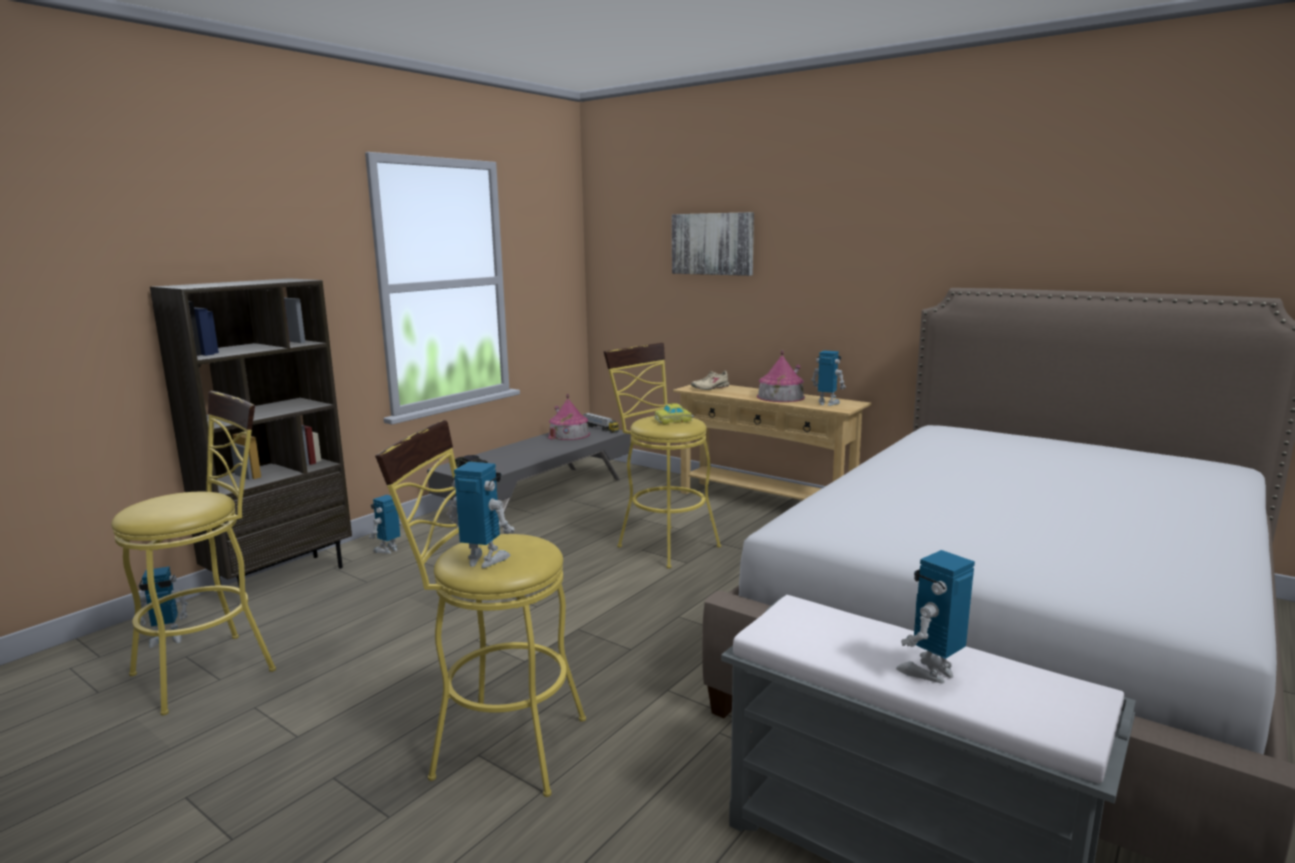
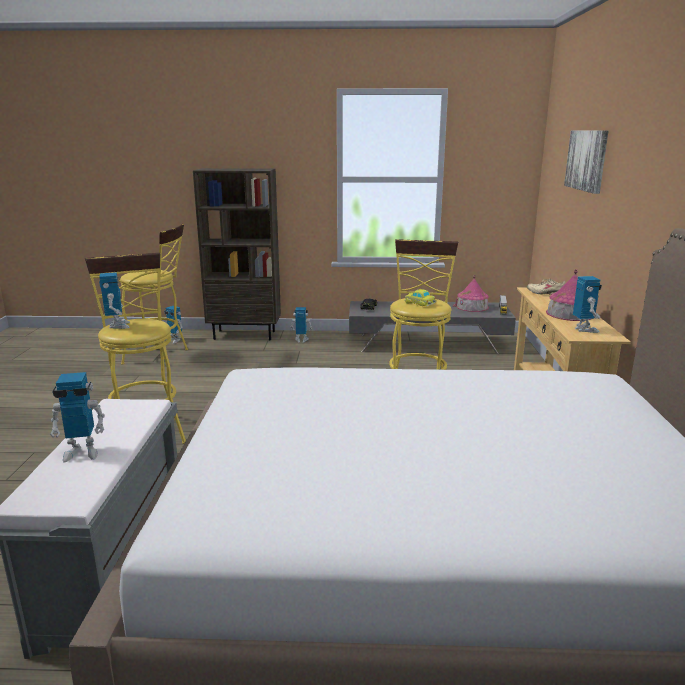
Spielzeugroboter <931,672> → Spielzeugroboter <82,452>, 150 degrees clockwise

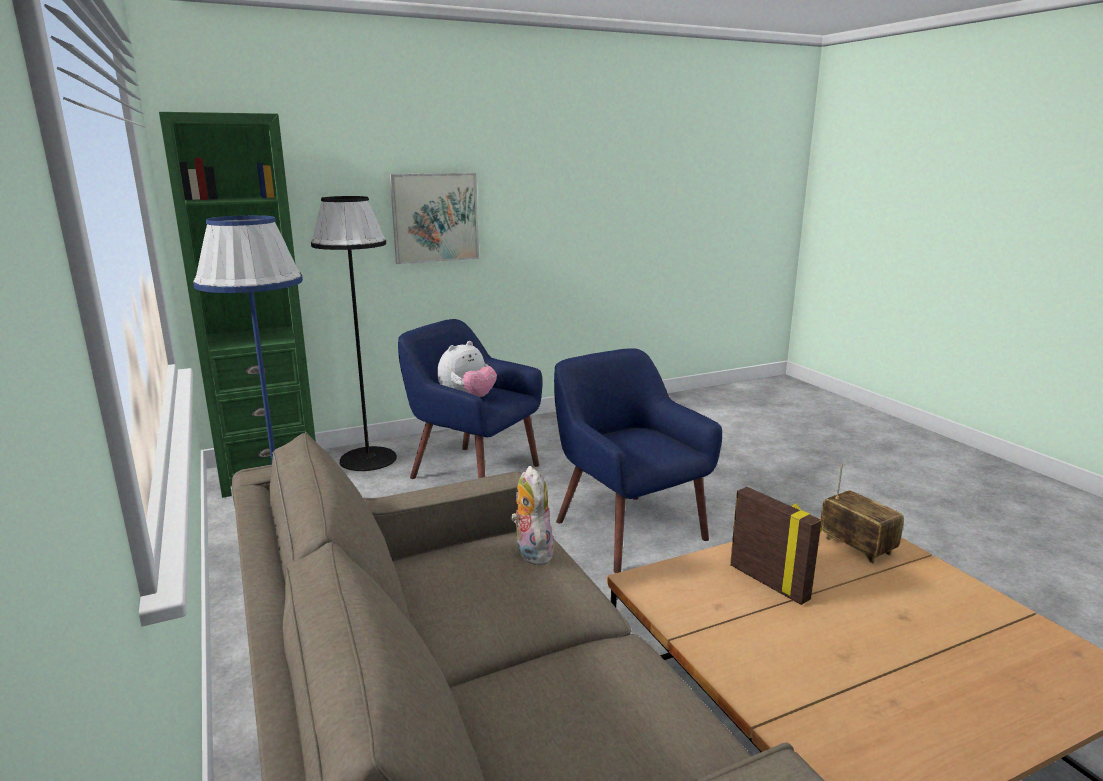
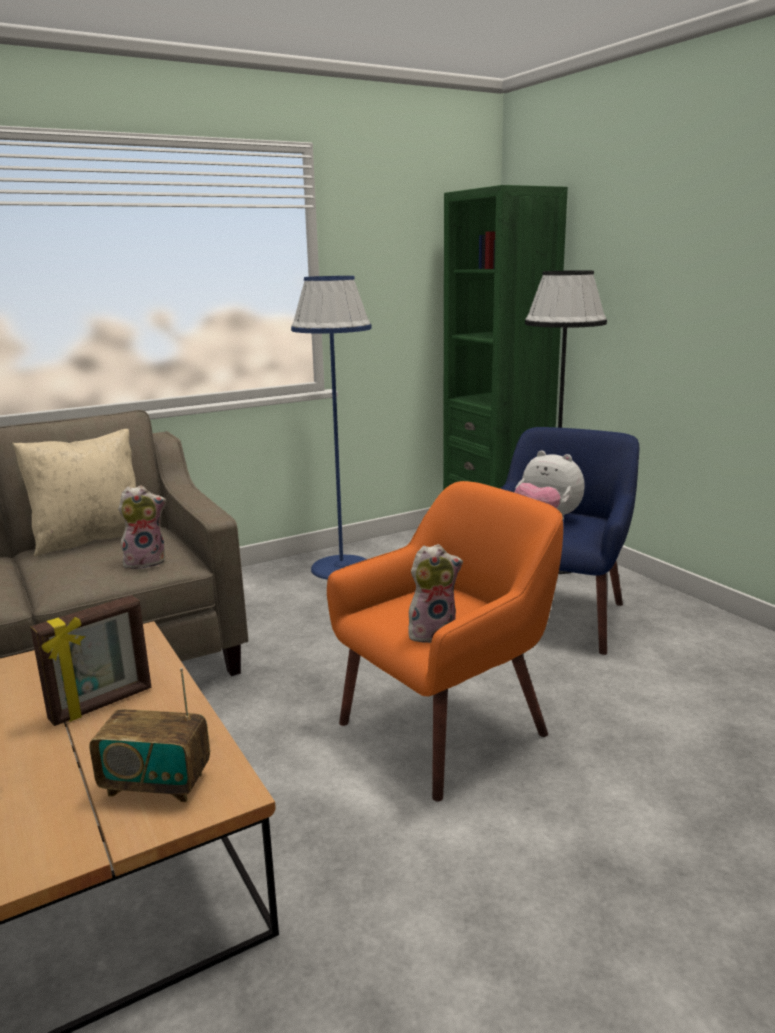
- → Kissen (beige) <91,539>
Radio <856,547> → Radio <156,784>, 45 degrees clockwise
Sessel (blau) <627,529> → Sessel (orange) <446,728>
- → Plüschtier <432,632>
Bild <435,217> → -

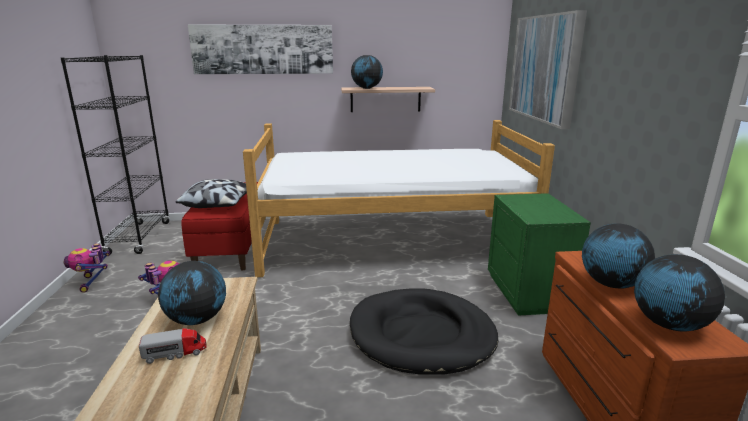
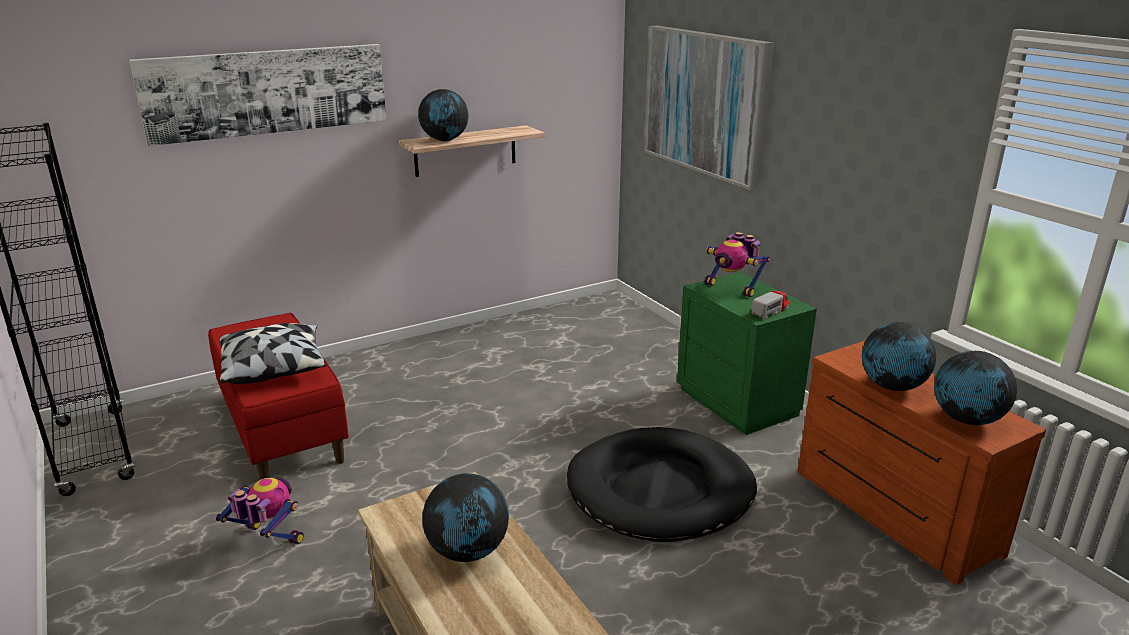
Spielzeugroboter <93,283> → Spielzeugroboter <732,288>, shifted
Spielzeuglaster <175,353> → Spielzeuglaster <770,311>, shifted
Bett <391,241> → -

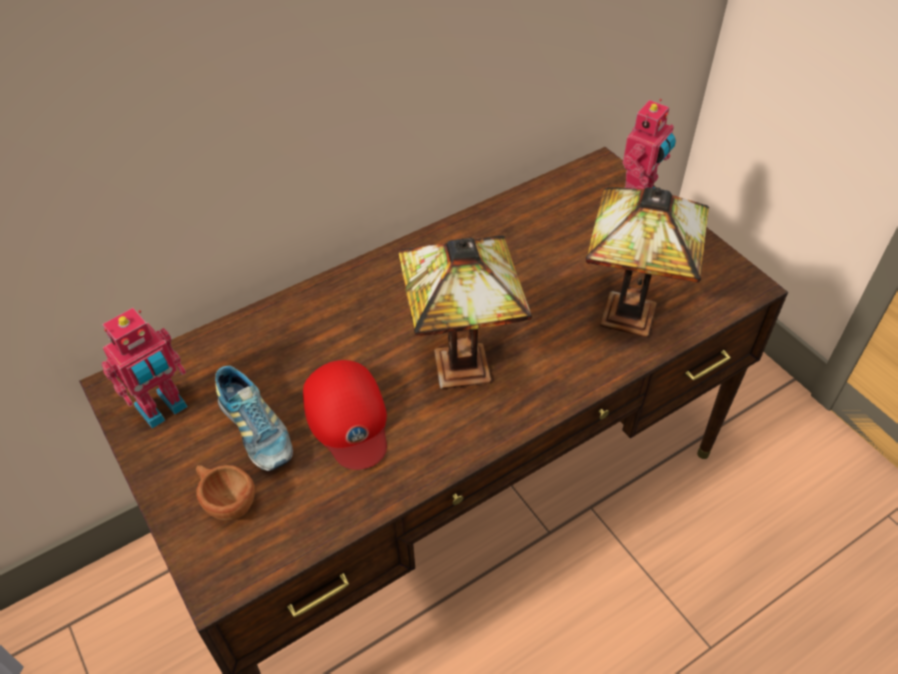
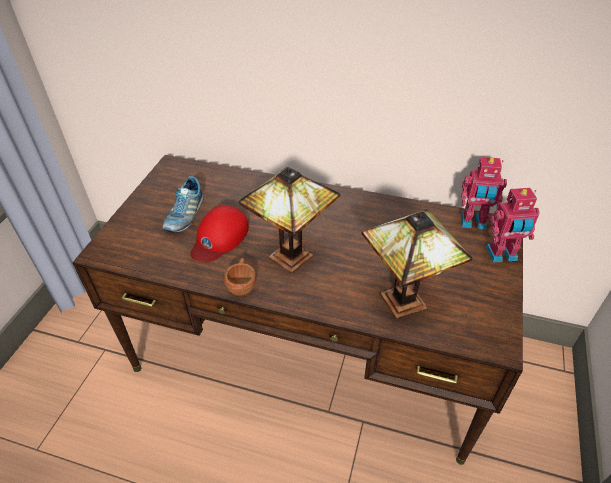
Tasse (braun) <226,501> → Tasse (braun) <242,285>, shifted
Spielzeugroboter <163,409> → Spielzeugroboter <473,222>, shifted

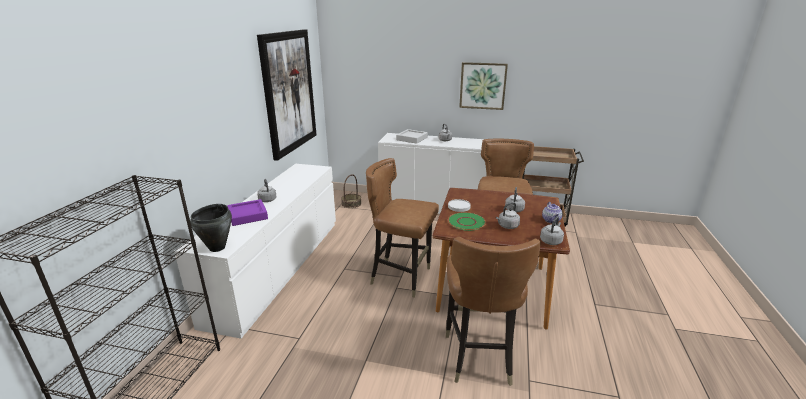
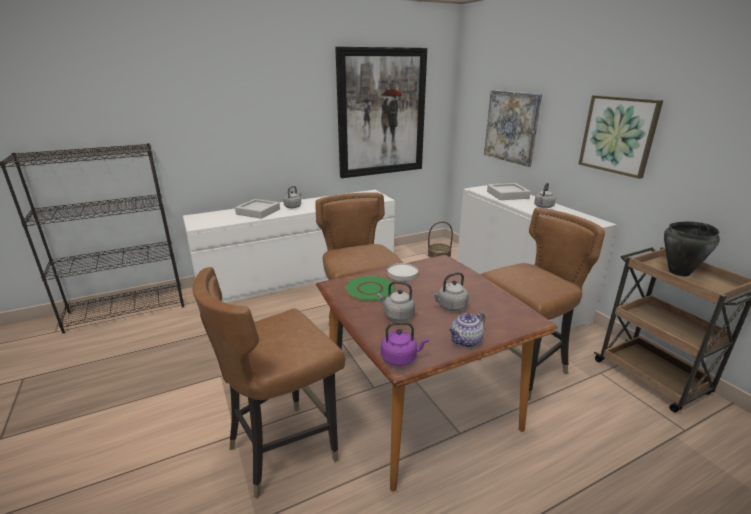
Tablett (lila) <248,215> → Tablett (grau) <258,212>
Wasserkessel (grau) <551,241> → Wasserkessel (lila) <401,358>
- → Bild <511,127>
Kochtopf (schwarz) <217,248> → Kochtopf (schwarz) <679,272>, shifted

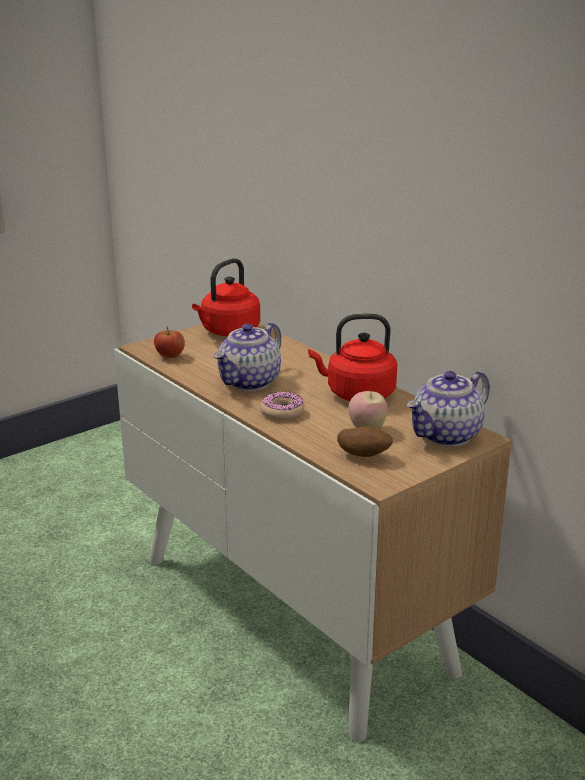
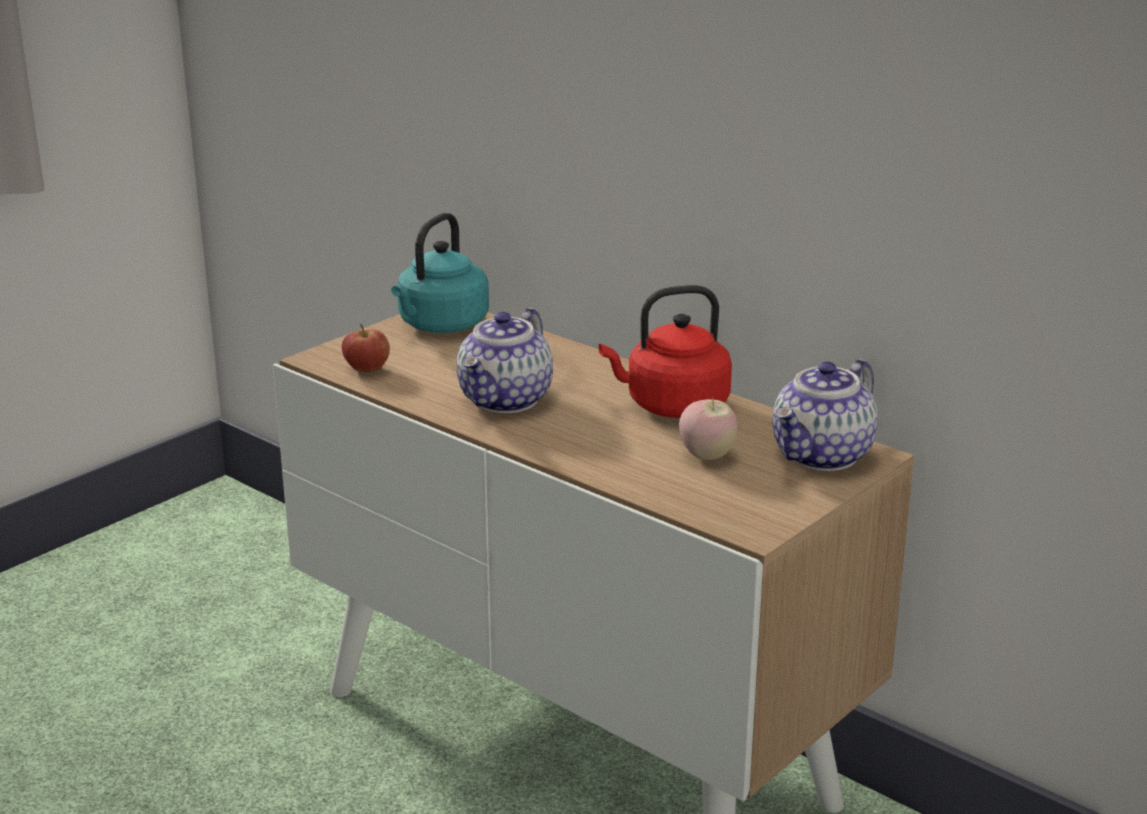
Wasserkessel (rot) <228,332> → Wasserkessel (türkis) <440,326>
Donut <282,412> → -
Kartoffel <364,456> → -

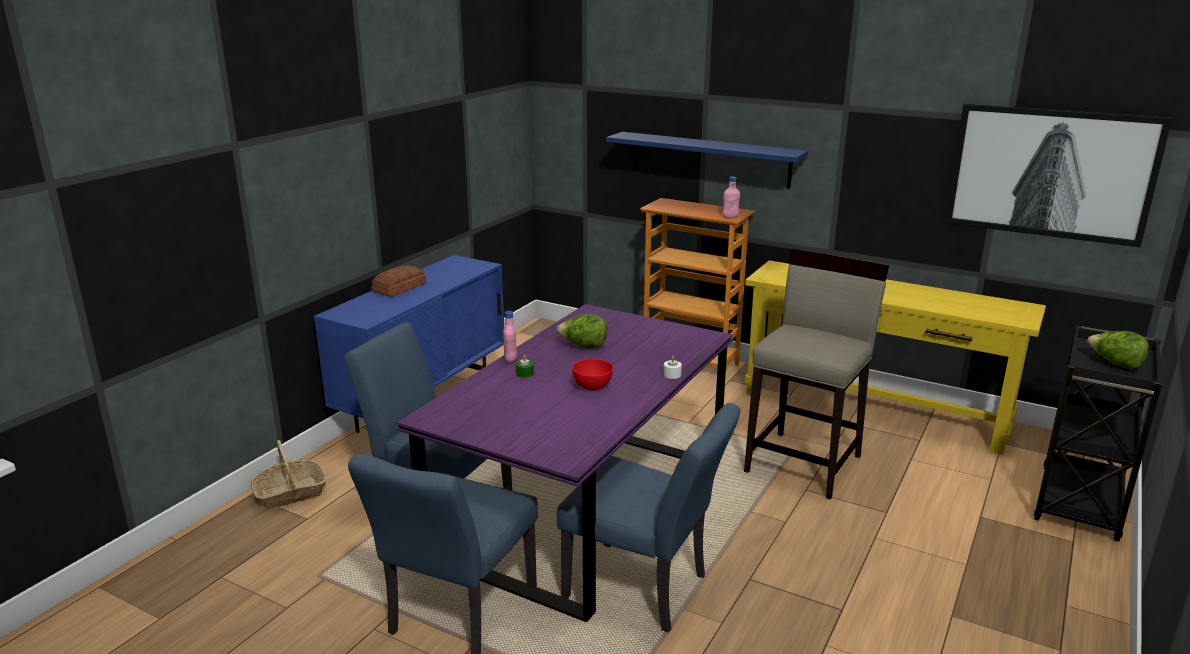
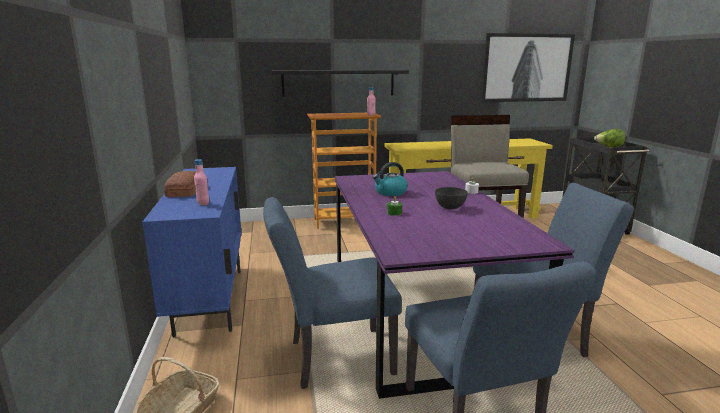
Flasche (rosa) <510,360> → Flasche (rosa) <203,203>, shifted
Wandregal (blau) <709,159> → Wandregal (schwarz) <338,83>
Salatkopf <583,346> → Wasserkessel <390,192>
Schüssel (rot) <592,387> → Schüssel (grau) <450,207>

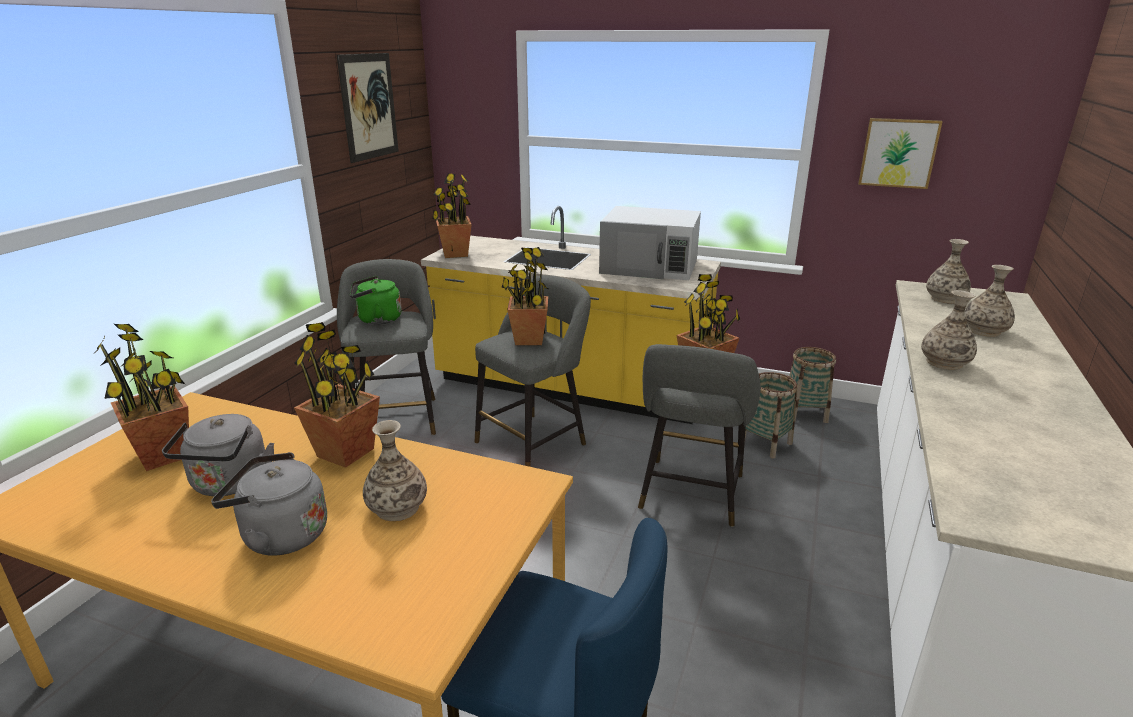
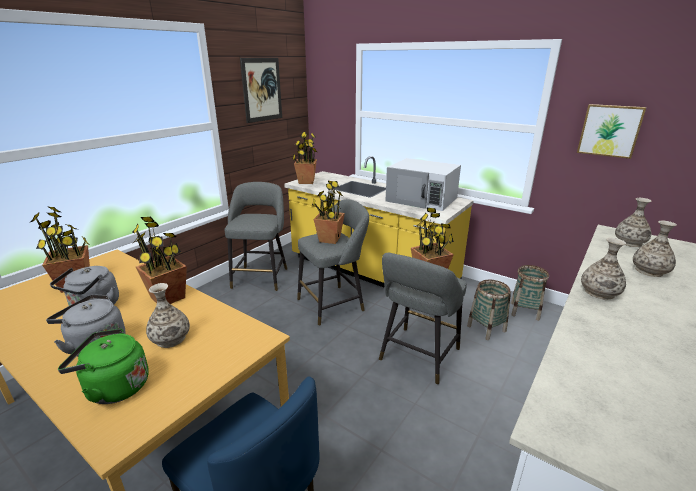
Wasserkessel (grün) <377,319> → Wasserkessel (grün) <114,388>, shifted

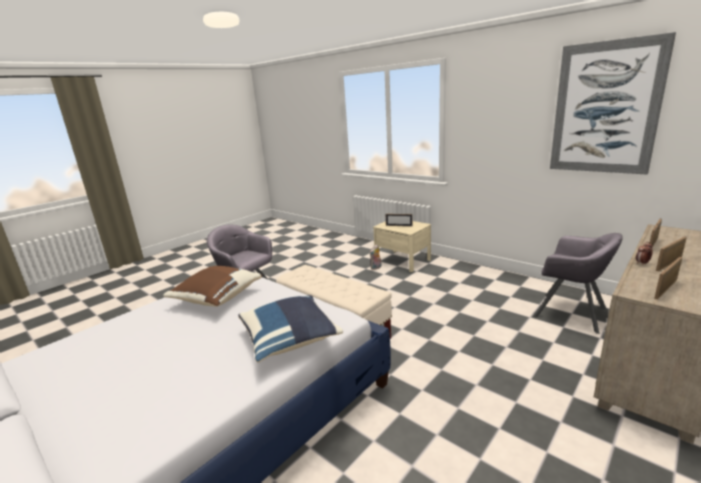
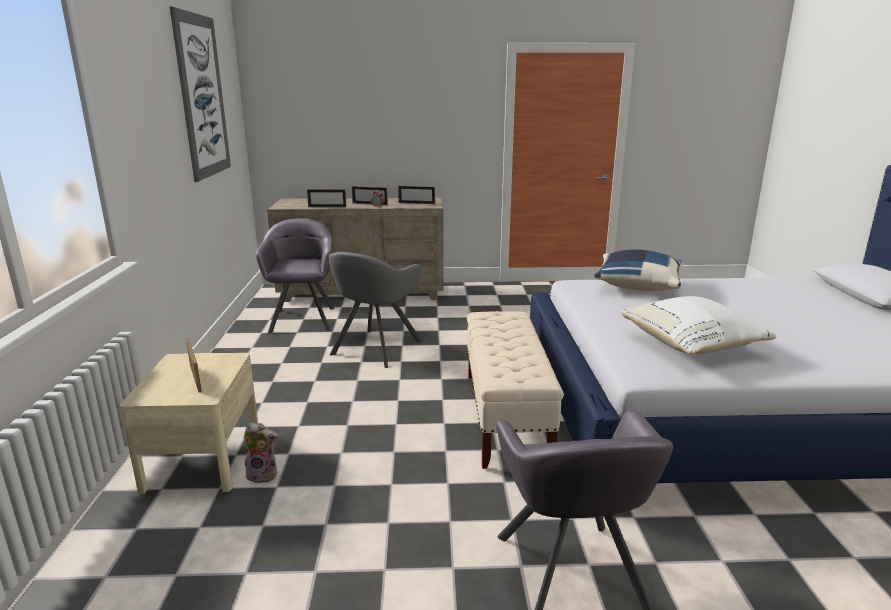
- → Sessel (grau) <376,348>
Kissen (braun) <216,298> → Kissen (weiß) <692,345>

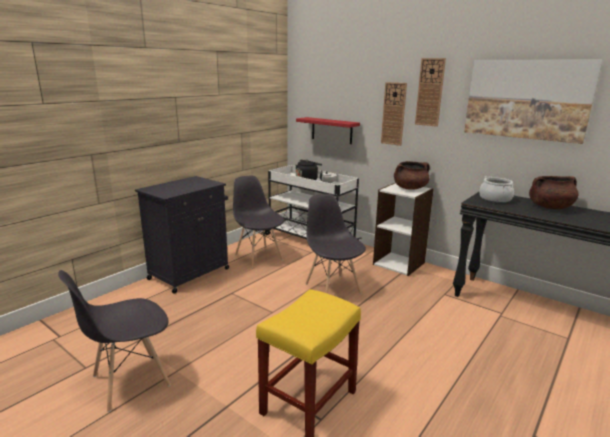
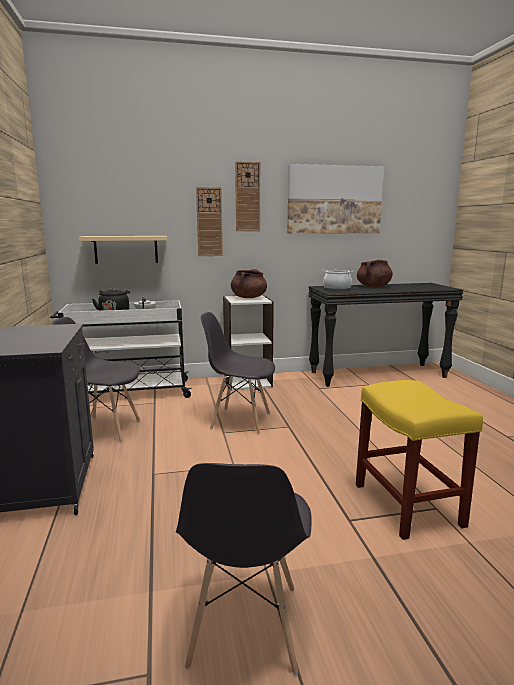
Wandregal (rot) <331,130> → Wandregal (beige) <126,249>

